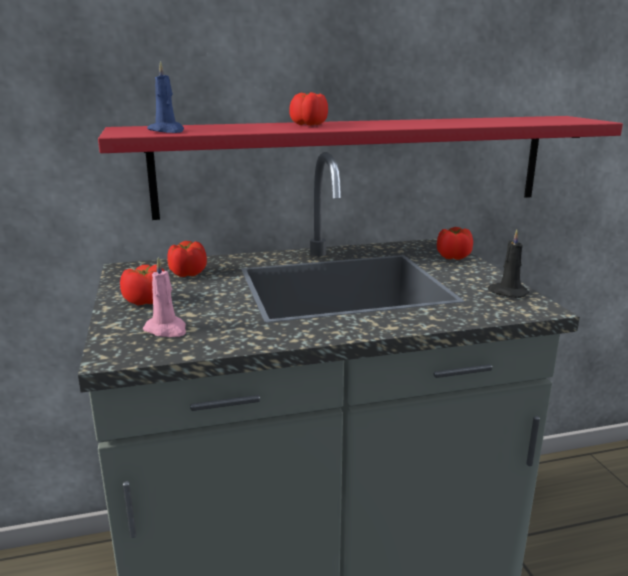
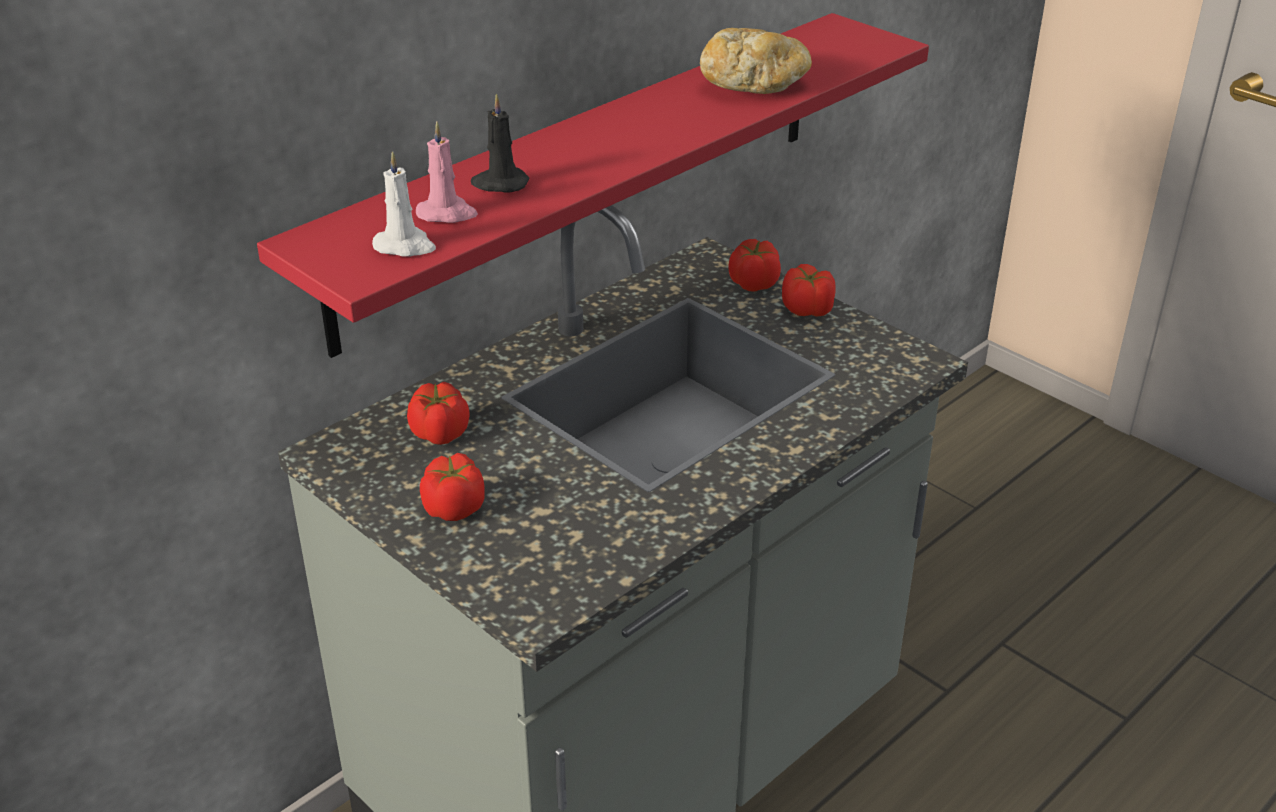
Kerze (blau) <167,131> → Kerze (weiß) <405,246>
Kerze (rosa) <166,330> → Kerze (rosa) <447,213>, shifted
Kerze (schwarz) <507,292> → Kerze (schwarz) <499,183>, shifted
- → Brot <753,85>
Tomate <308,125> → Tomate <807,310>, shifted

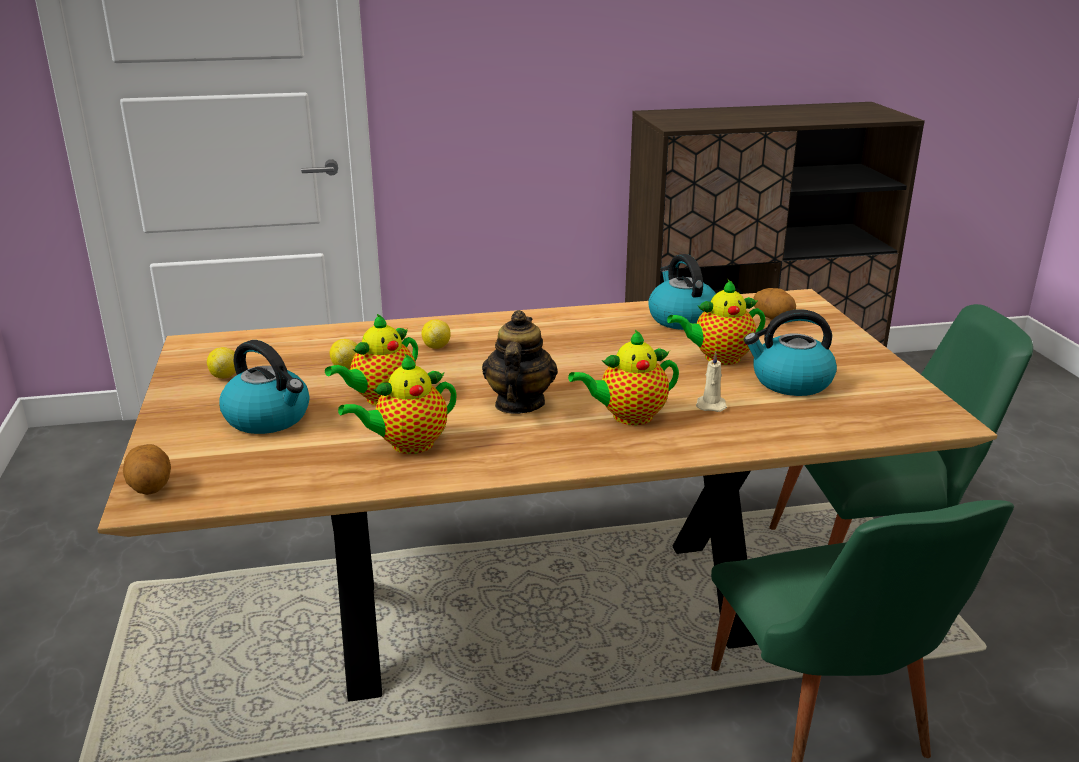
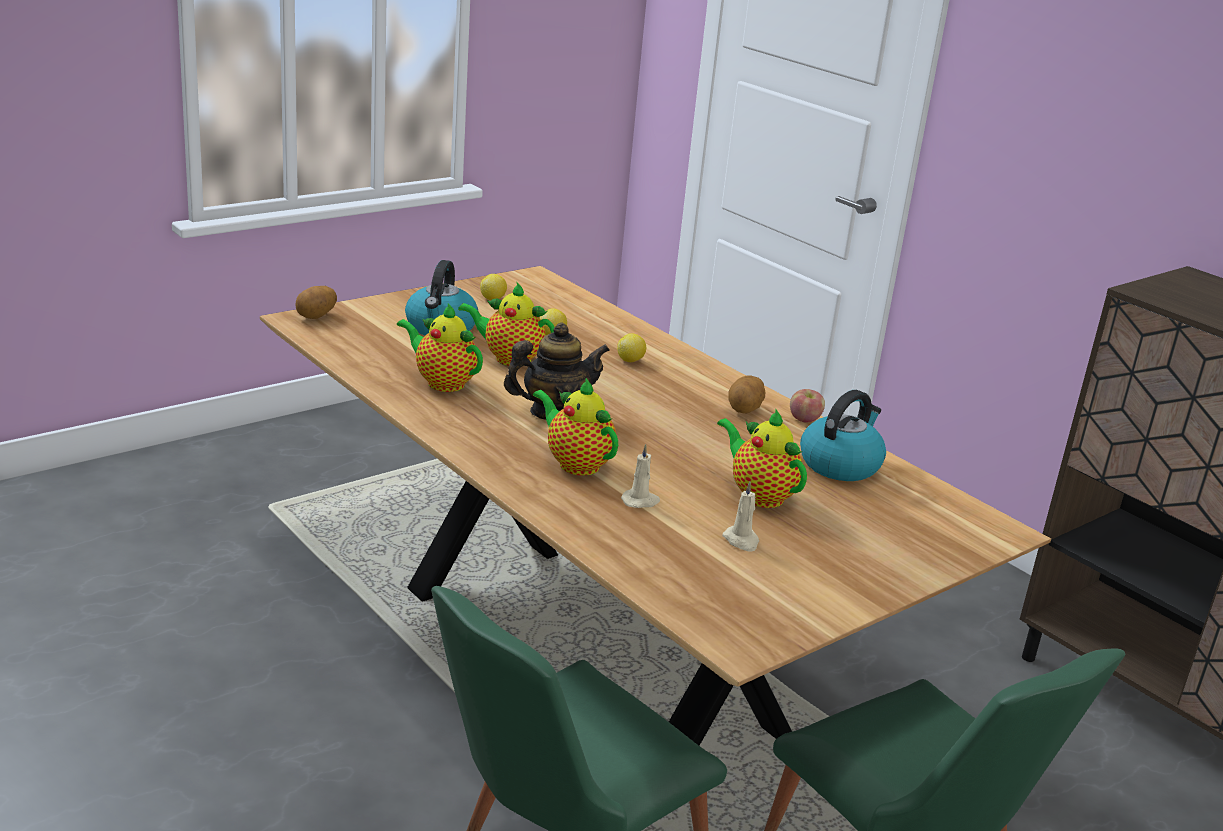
Wasserkessel <790,382> → Kerze (beige) <741,541>
Kartoffel <773,318> → Kartoffel <744,410>, shifted
- → Apfel <805,419>

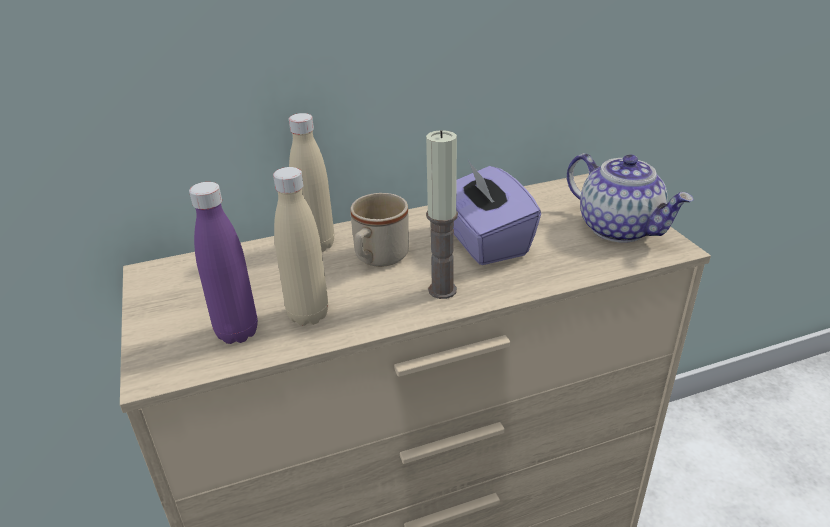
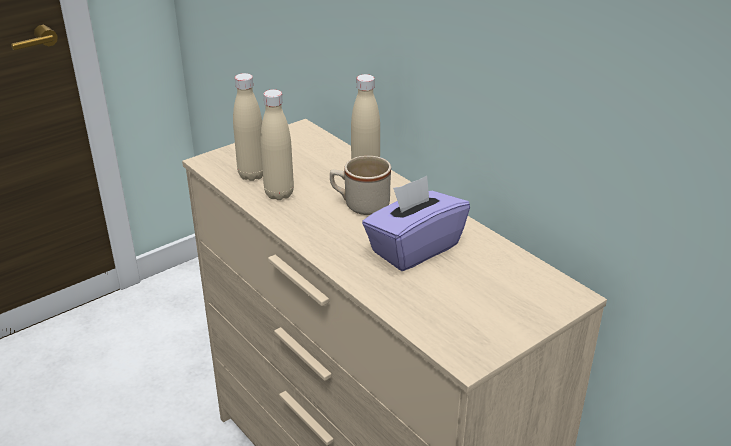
Flasche (lila) <237,332> → Flasche (beige) <252,175>
Kerze <442,290> → -
Teekanne <620,228> → -

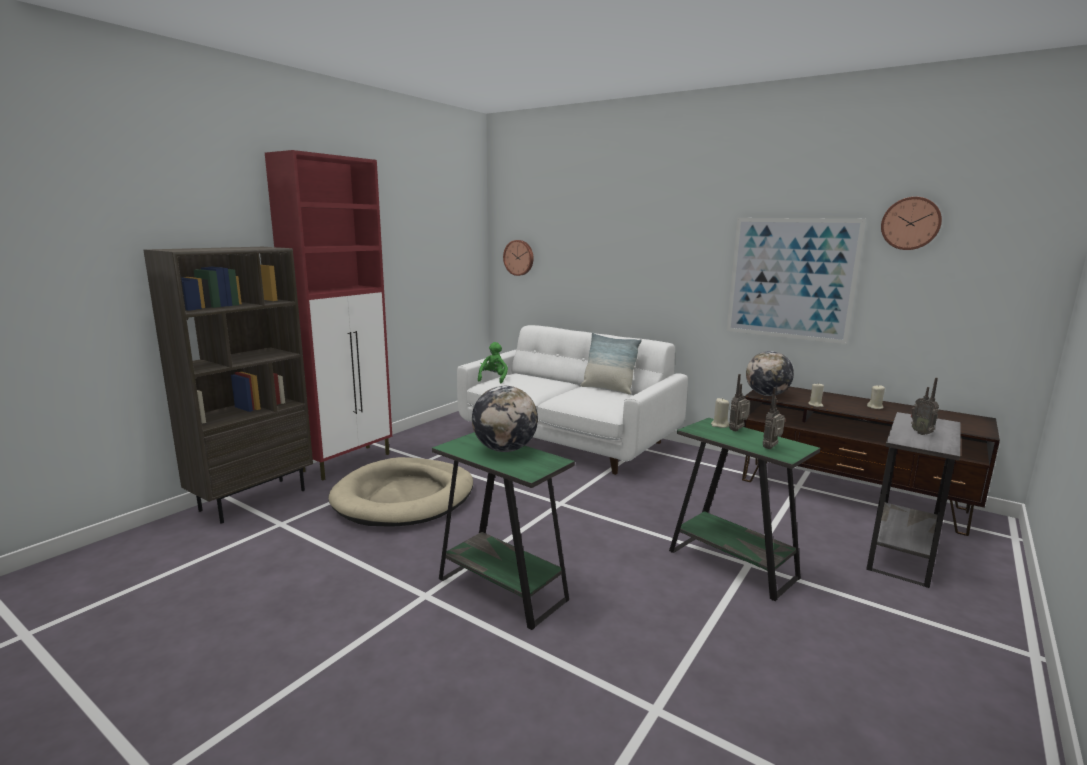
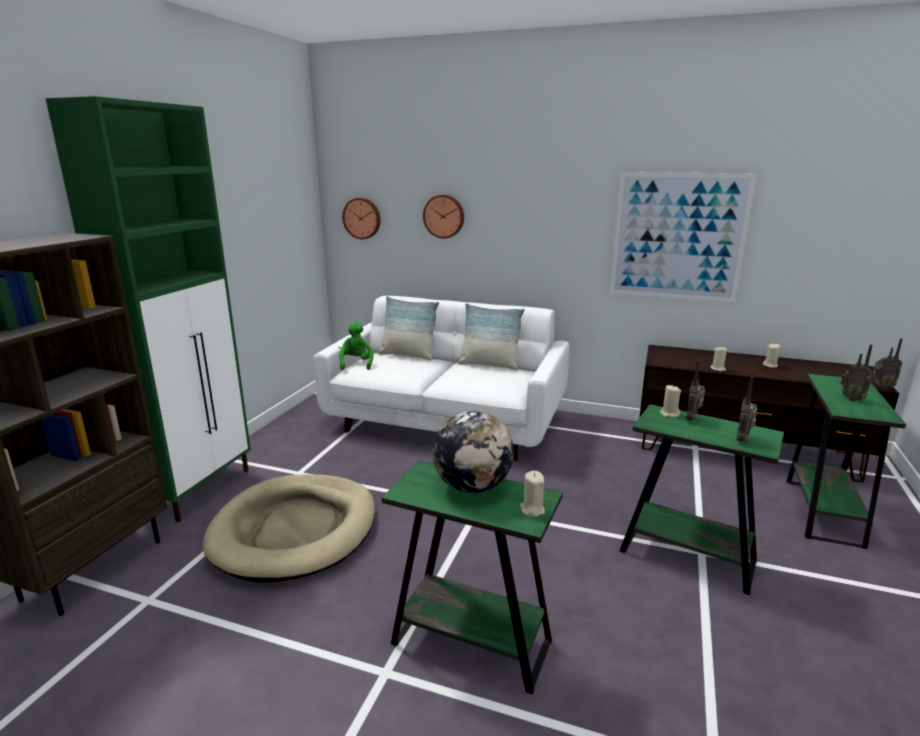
Schrank (rot) <348,462> → Schrank (grün) <200,490>
- → Kissen <408,355>
Wanduhr <910,223> → Wanduhr <444,216>, shifted
- → Kerze (beige) <532,510>
Beistelltisch (grau) <901,553> → Beistelltisch (grün) <823,512>
- → Radio <881,387>
Globus <767,395> → -

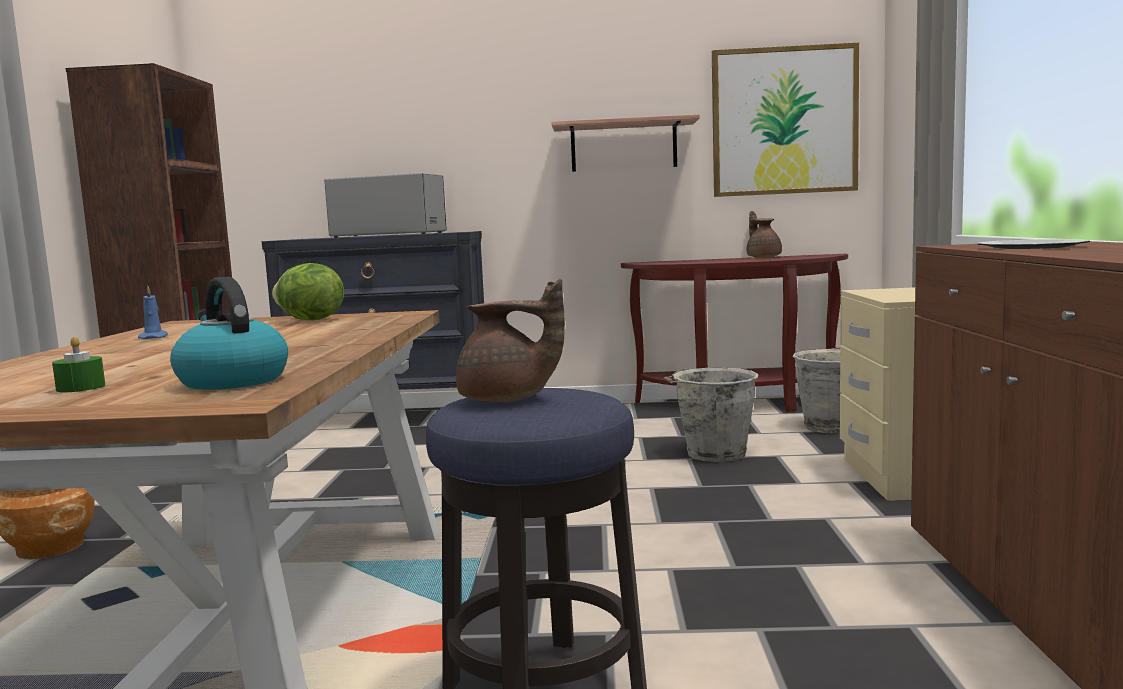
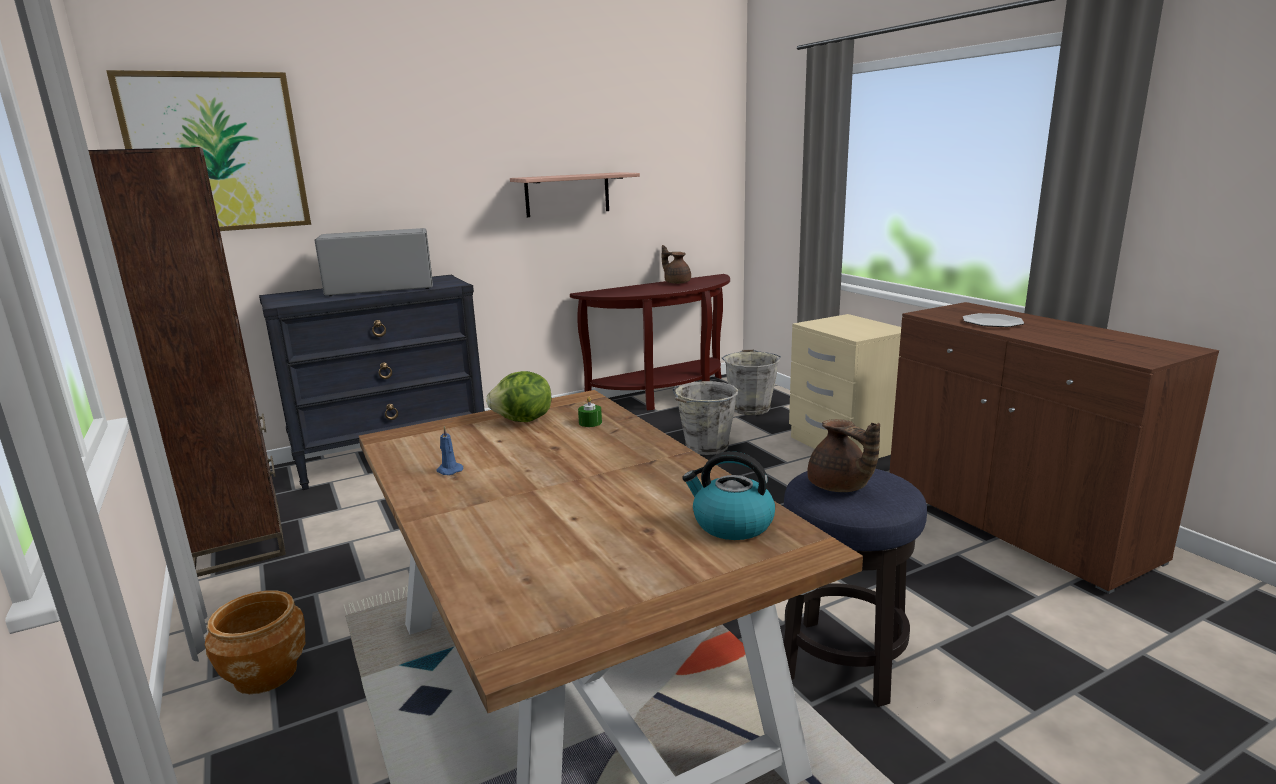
Bild <784,121> → Bild <216,153>, shifted
Kerze (grün) <81,387> → Kerze (grün) <590,422>, shifted
Teekanne (braun) <507,400> → Teekanne (braun) <839,487>, 75 degrees clockwise

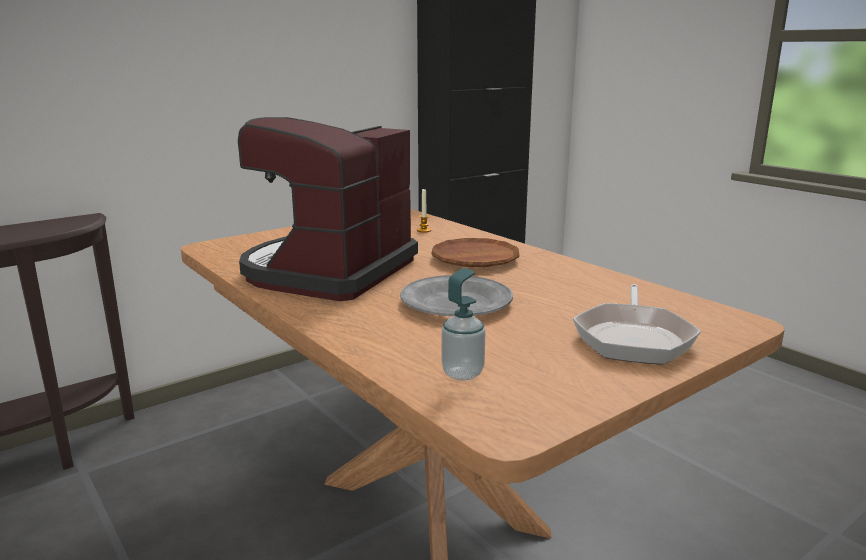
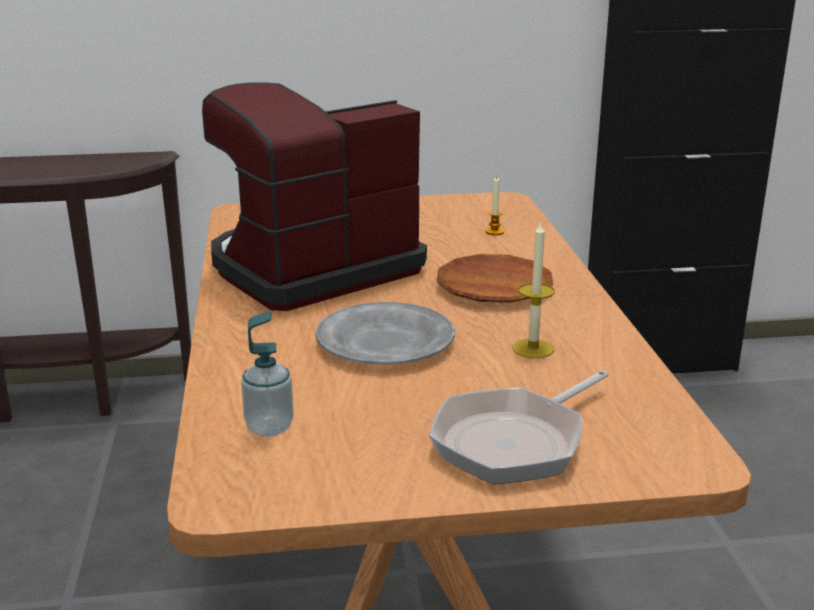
- → Kerze <533,348>

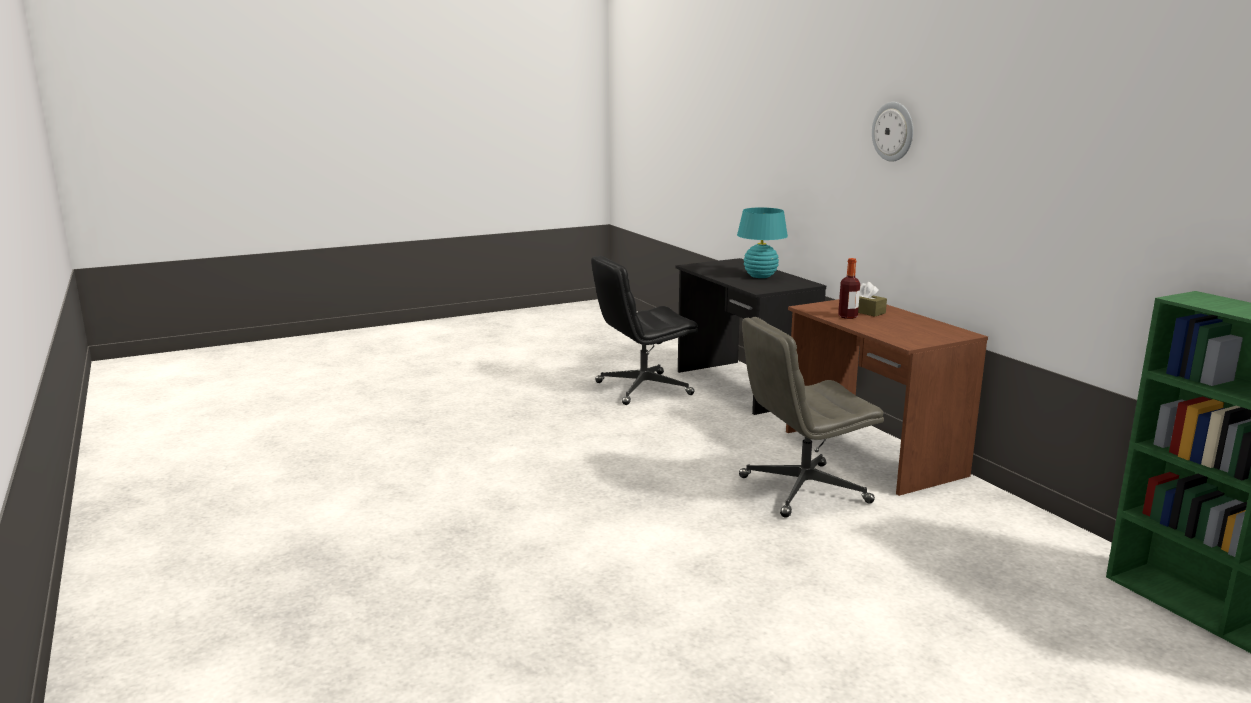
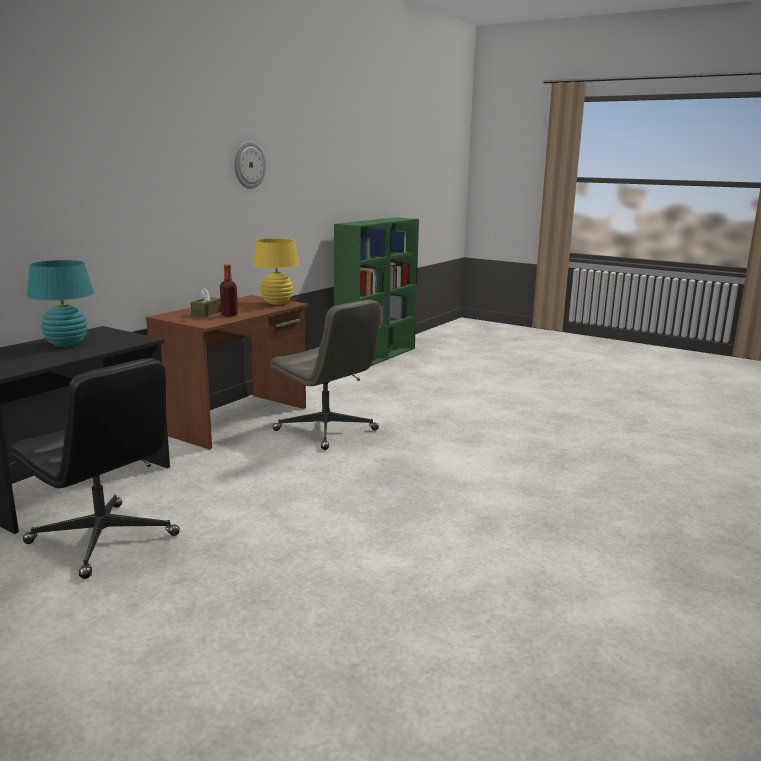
Wanduhr <893,131> → Wanduhr <249,165>, shifted
- → Tischlampe (gelb) <277,303>

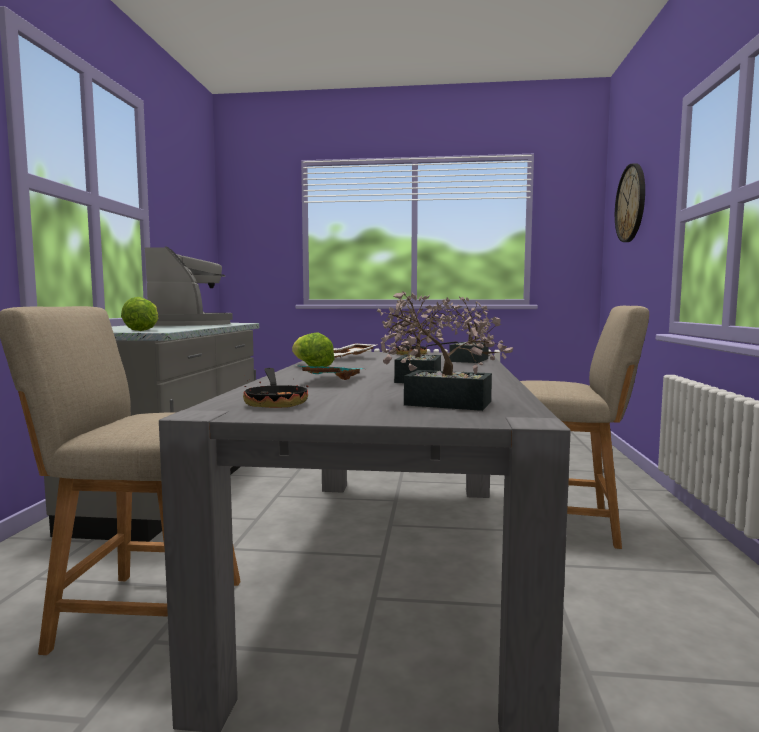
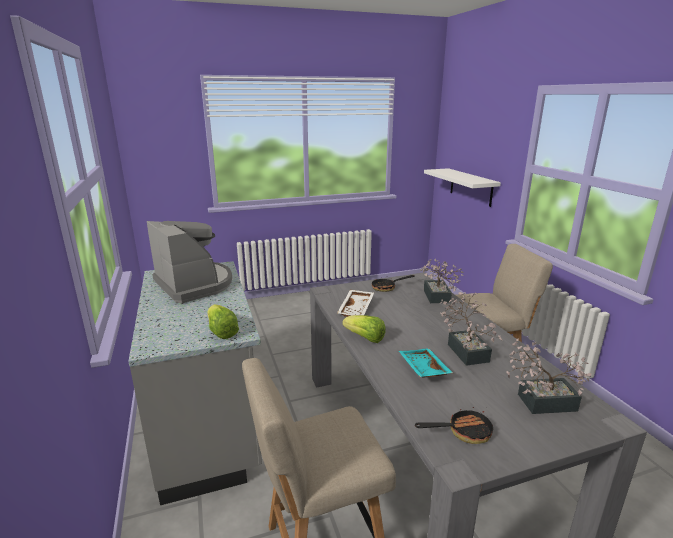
Pfanne <276,402> → Pfanne <463,432>, 60 degrees counterclockwise
- → Wandregal (weiß) <471,187>
Wanduhr <631,203> → -

